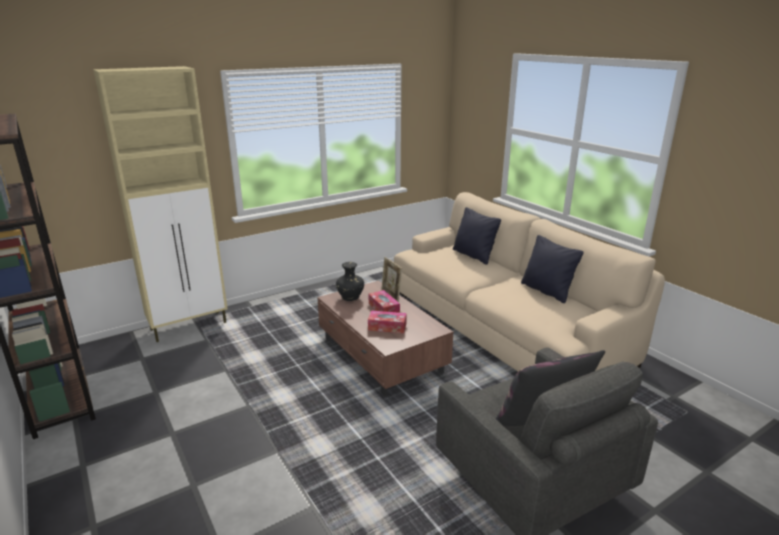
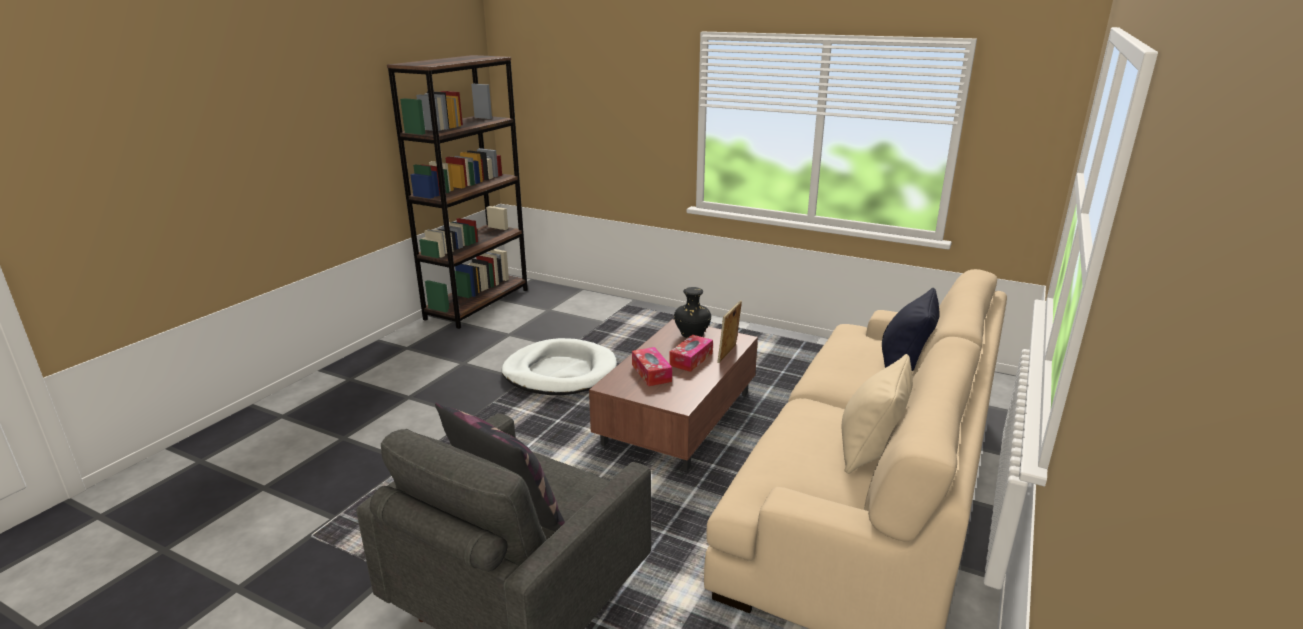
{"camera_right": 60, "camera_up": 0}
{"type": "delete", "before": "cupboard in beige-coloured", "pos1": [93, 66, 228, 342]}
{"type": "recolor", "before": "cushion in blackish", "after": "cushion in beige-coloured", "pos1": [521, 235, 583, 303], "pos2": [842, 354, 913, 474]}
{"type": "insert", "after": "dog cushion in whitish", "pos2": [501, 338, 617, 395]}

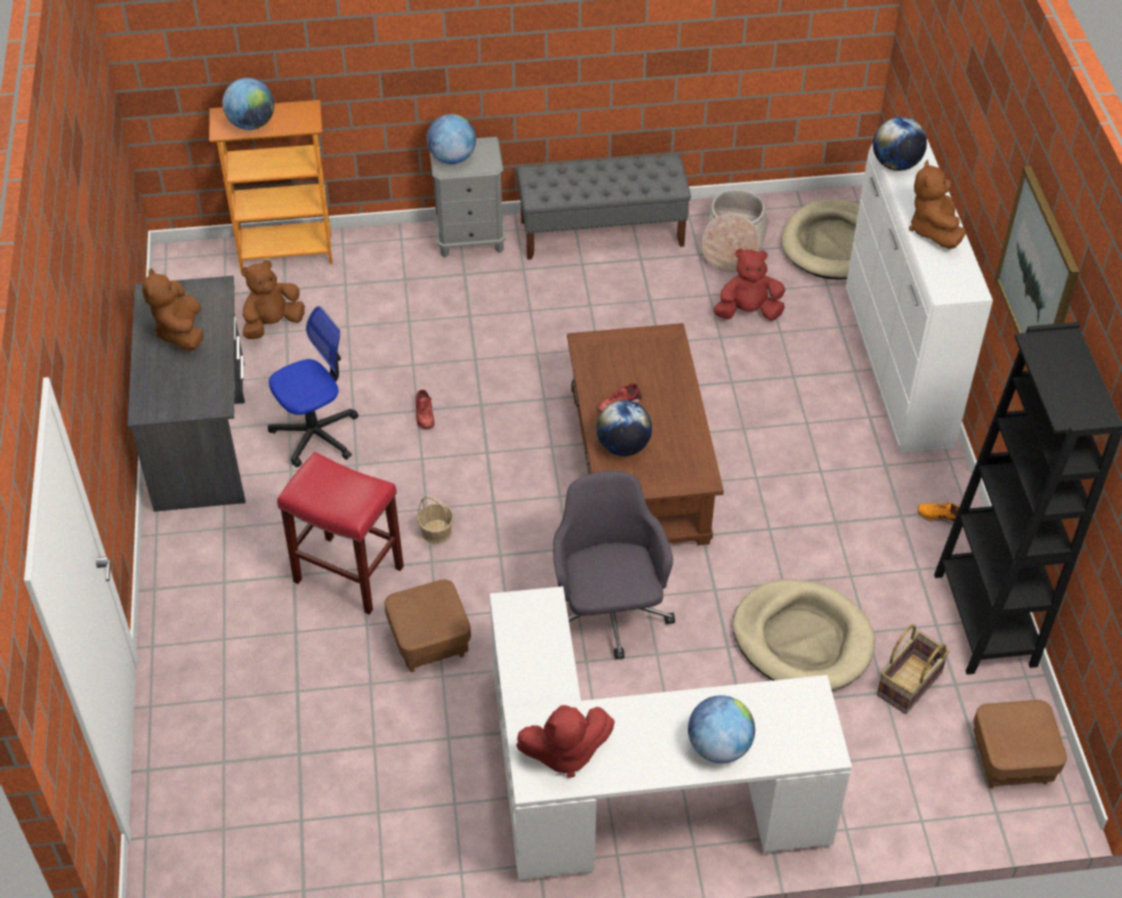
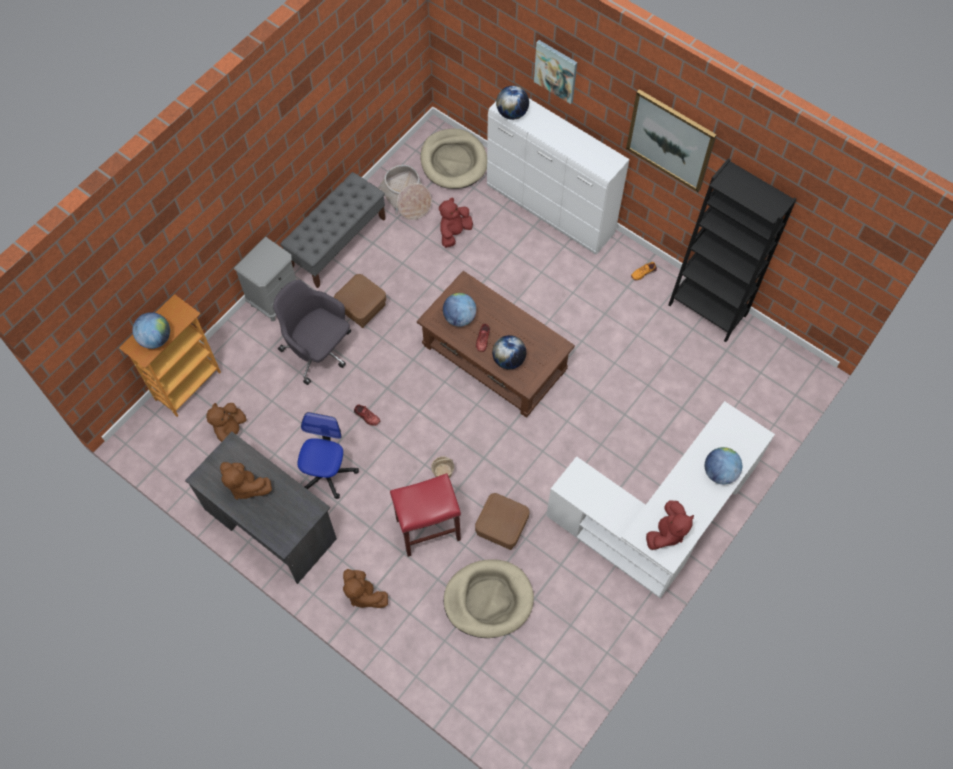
{"camera_right": -45, "camera_up": 15}
{"type": "move", "before": "world globe", "pos1": [427, 114, 476, 164], "pos2": [443, 293, 476, 327]}
{"type": "move", "before": "computer chair in gray", "pos1": [553, 471, 675, 659], "pos2": [273, 280, 351, 385]}
{"type": "move", "before": "dog cushion in beige-coloured", "pos1": [732, 579, 875, 691], "pos2": [444, 559, 534, 638]}
{"type": "delete", "before": "household basket", "pos1": [877, 624, 950, 714]}
{"type": "move", "before": "soft toy in brown-coloured", "pos1": [909, 160, 965, 249], "pos2": [343, 569, 388, 608]}
{"type": "move", "before": "ottoman in brown-coloured", "pos1": [974, 700, 1067, 789], "pos2": [334, 274, 386, 328]}
{"type": "insert", "after": "wall art", "pos2": [534, 40, 577, 104]}

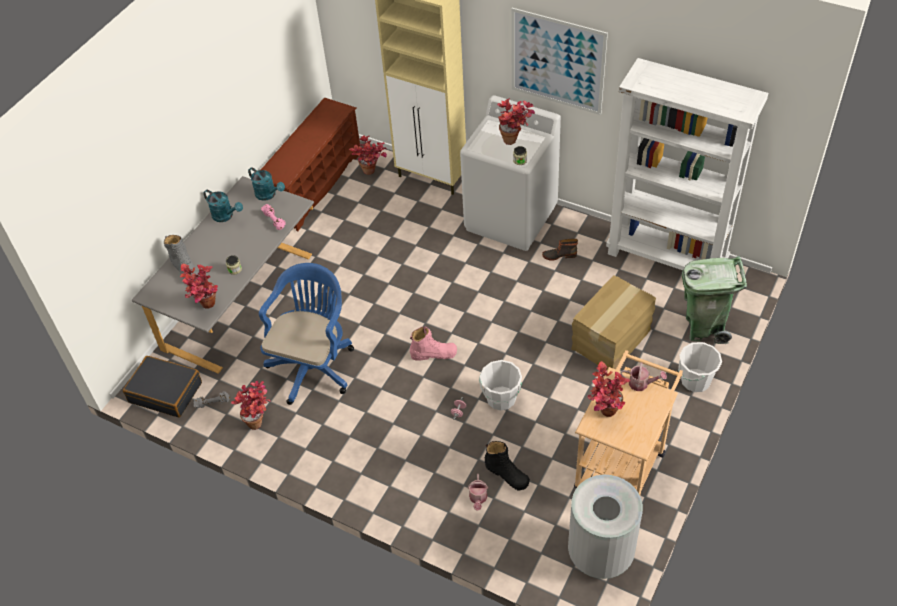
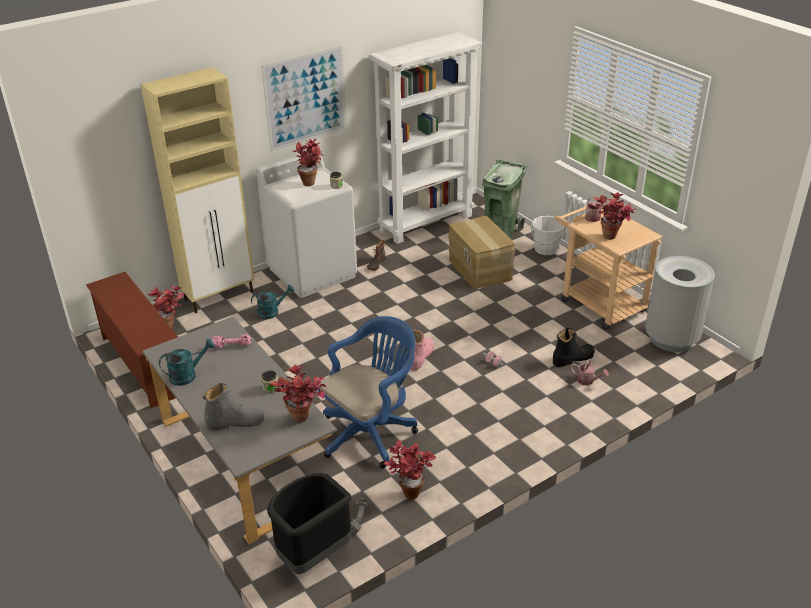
{"camera_right": -65, "camera_up": -15}
{"type": "replace", "before": "suitcase in blackish", "after": "trash can in blackish", "pos1": [123, 356, 202, 418], "pos2": [267, 473, 351, 574]}
{"type": "move", "before": "sprinkling can in blue-green", "pos1": [248, 167, 285, 201], "pos2": [251, 284, 294, 319]}
{"type": "rotate", "before": "computer chair in blue", "pos1": [259, 263, 354, 405], "pos2": [318, 316, 418, 468], "turn": 90}
{"type": "delete", "before": "bucket in whitish", "pos1": [479, 360, 522, 410]}

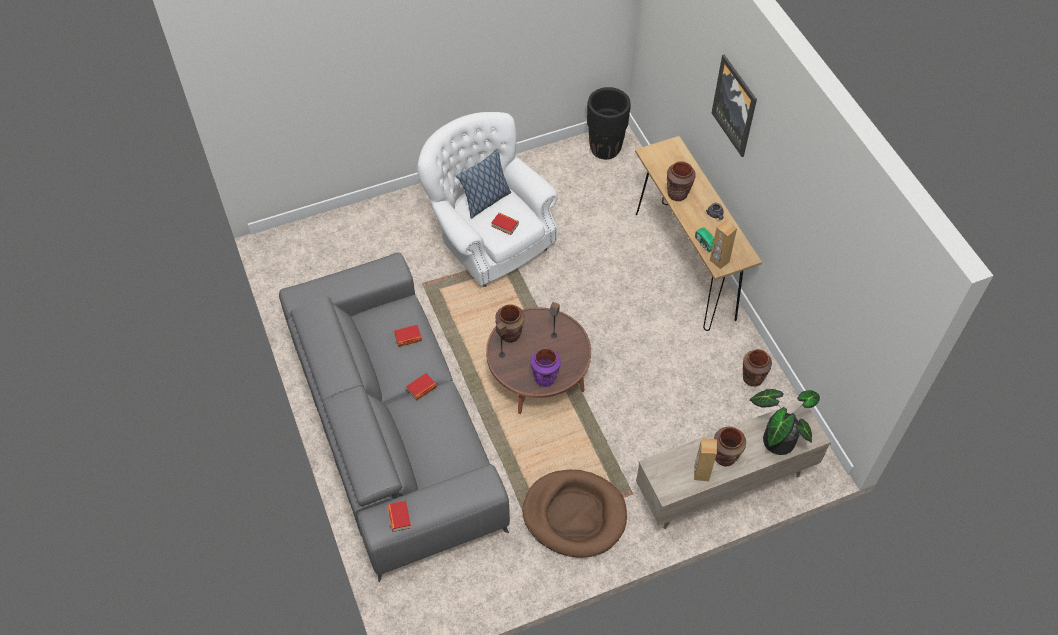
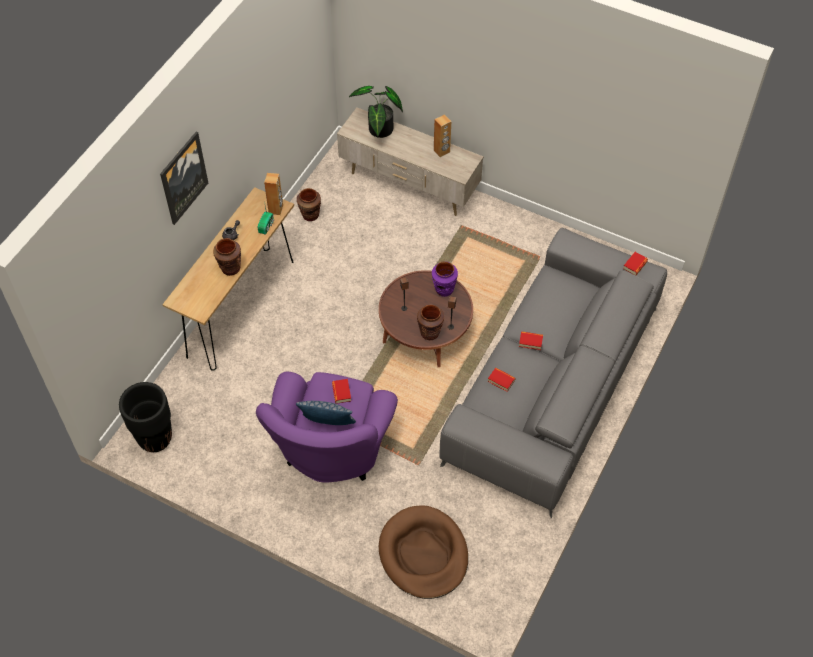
{"camera_right": -130, "camera_up": 0}
{"type": "recolor", "before": "easy chair in whitish", "after": "easy chair in purple-coloured", "pos1": [417, 112, 558, 287], "pos2": [256, 372, 398, 483]}
{"type": "move", "before": "dog cushion in brown-coloured", "pos1": [523, 470, 627, 558], "pos2": [379, 505, 468, 599]}
{"type": "delete", "before": "flower vase in brown-coloured", "pos1": [714, 427, 746, 466]}

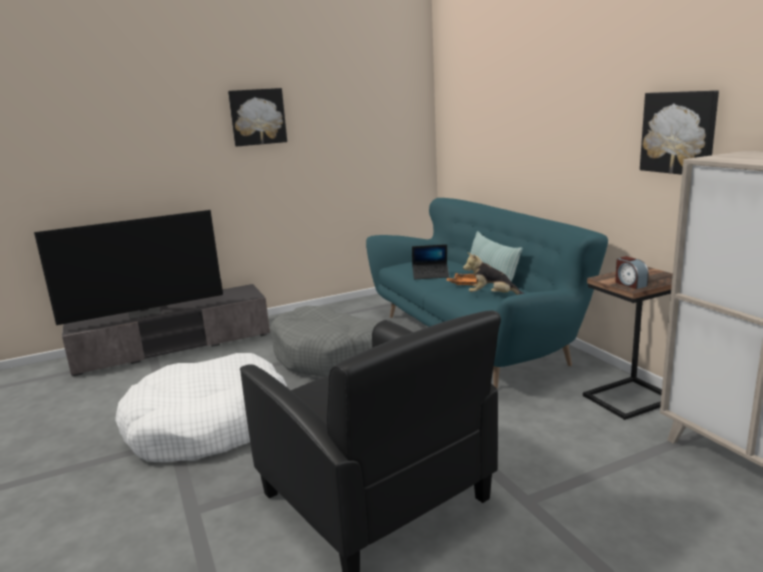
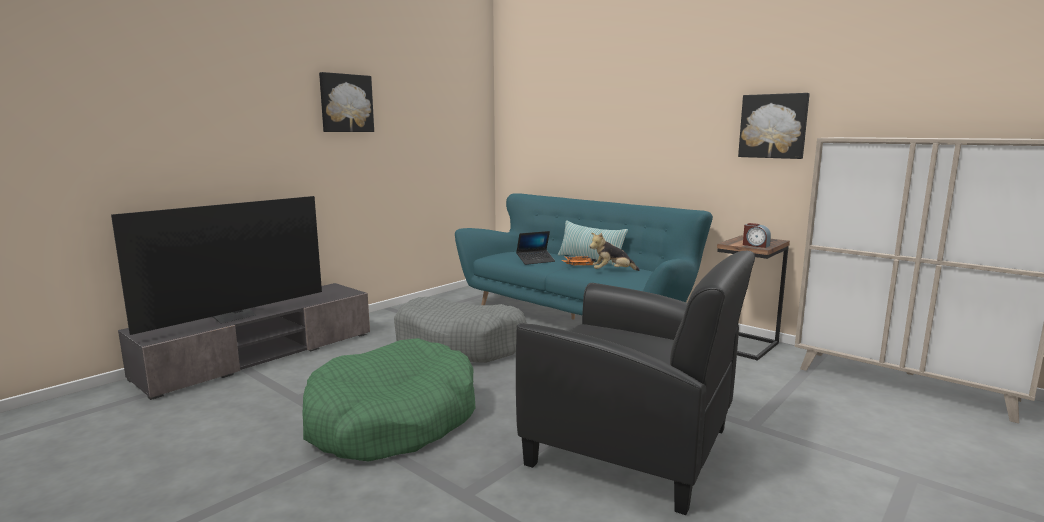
{"camera_right": -25, "camera_up": -5}
{"type": "recolor", "before": "dog cushion in whitish", "after": "dog cushion in greenish", "pos1": [115, 353, 287, 462], "pos2": [302, 338, 475, 462]}

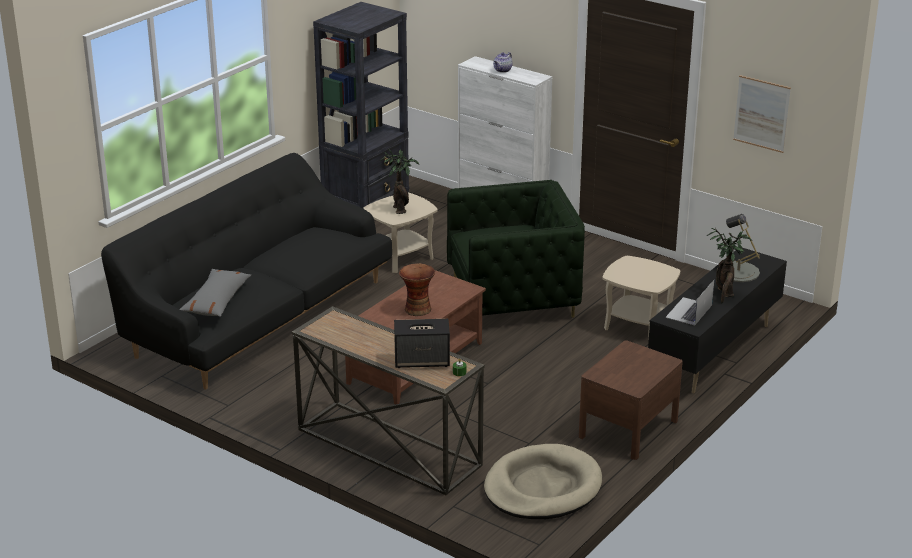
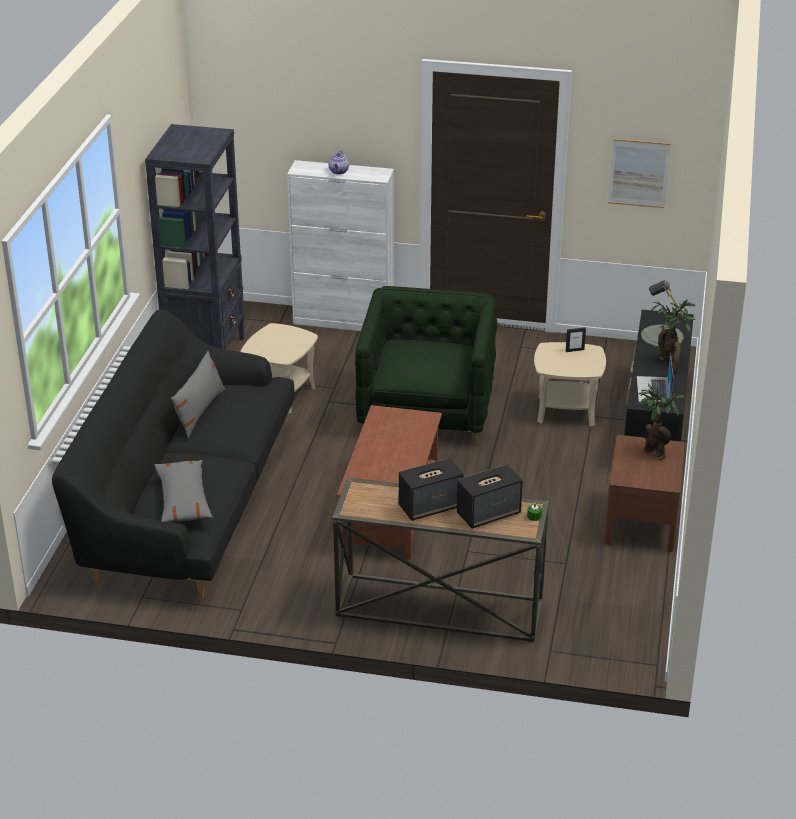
{"camera_right": -25, "camera_up": 5}
{"type": "move", "before": "potted plant", "pos1": [380, 149, 420, 214], "pos2": [638, 384, 686, 460]}
{"type": "delete", "before": "flower vase", "pos1": [399, 263, 435, 316]}
{"type": "rotate", "before": "easy chair in greenish", "pos1": [447, 180, 585, 318], "pos2": [355, 286, 497, 445], "turn": -45}
{"type": "delete", "before": "dog cushion in beige-coloured", "pos1": [484, 444, 602, 519]}
{"type": "insert", "after": "cushion in gray", "pos2": [171, 351, 225, 438]}
{"type": "insert", "after": "loudspeaker", "pos2": [399, 458, 463, 521]}
{"type": "insert", "after": "picture frame", "pos2": [566, 327, 586, 352]}

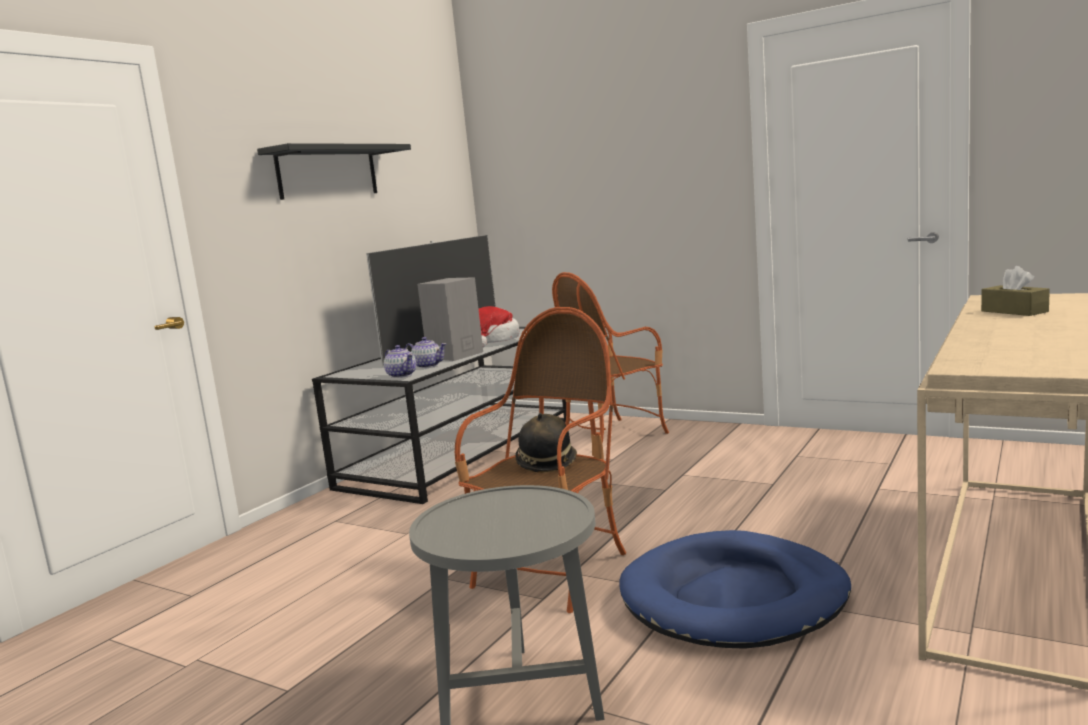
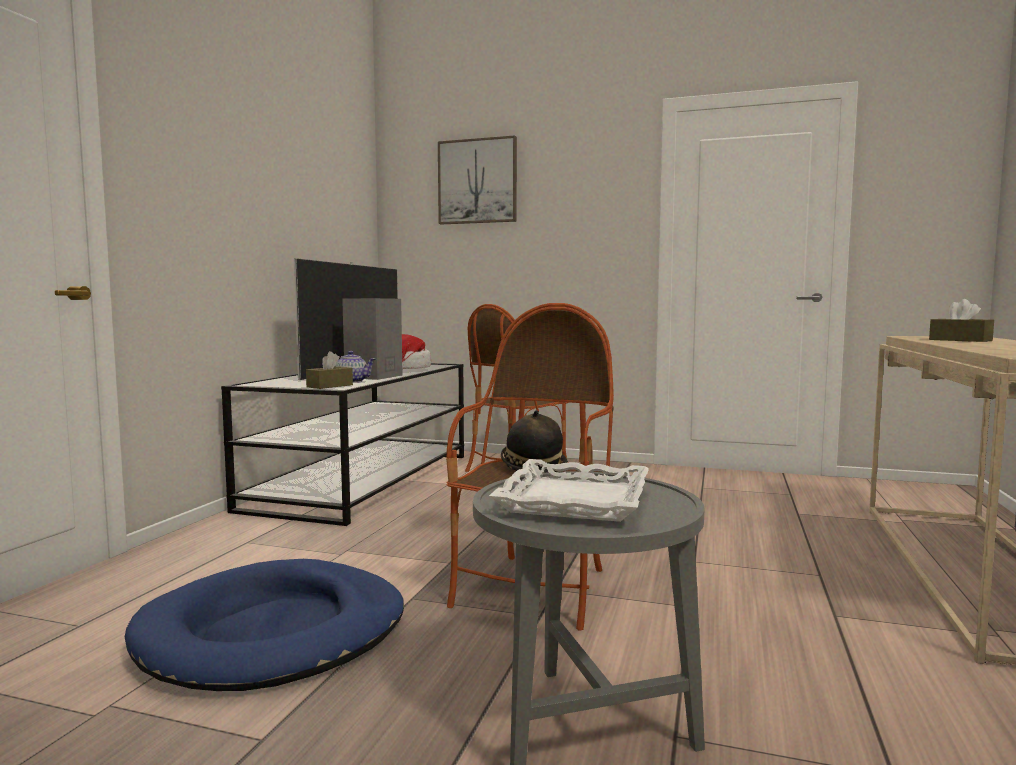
{"camera_right": -15, "camera_up": -5}
{"type": "delete", "before": "bracket shelf in blackish", "pos1": [257, 143, 411, 200]}
{"type": "replace", "before": "pot for tea", "after": "tissue box in brown-coloured", "pos1": [384, 345, 416, 378], "pos2": [306, 351, 353, 389]}
{"type": "move", "before": "dog cushion in blue", "pos1": [620, 530, 851, 649], "pos2": [125, 559, 404, 691]}
{"type": "insert", "after": "wall art", "pos2": [438, 135, 517, 225]}
{"type": "insert", "after": "tray in whitish", "pos2": [489, 459, 649, 522]}

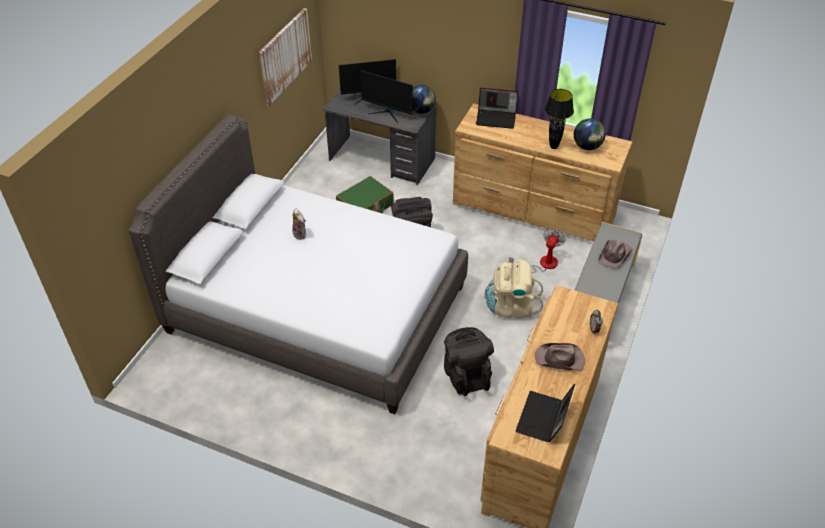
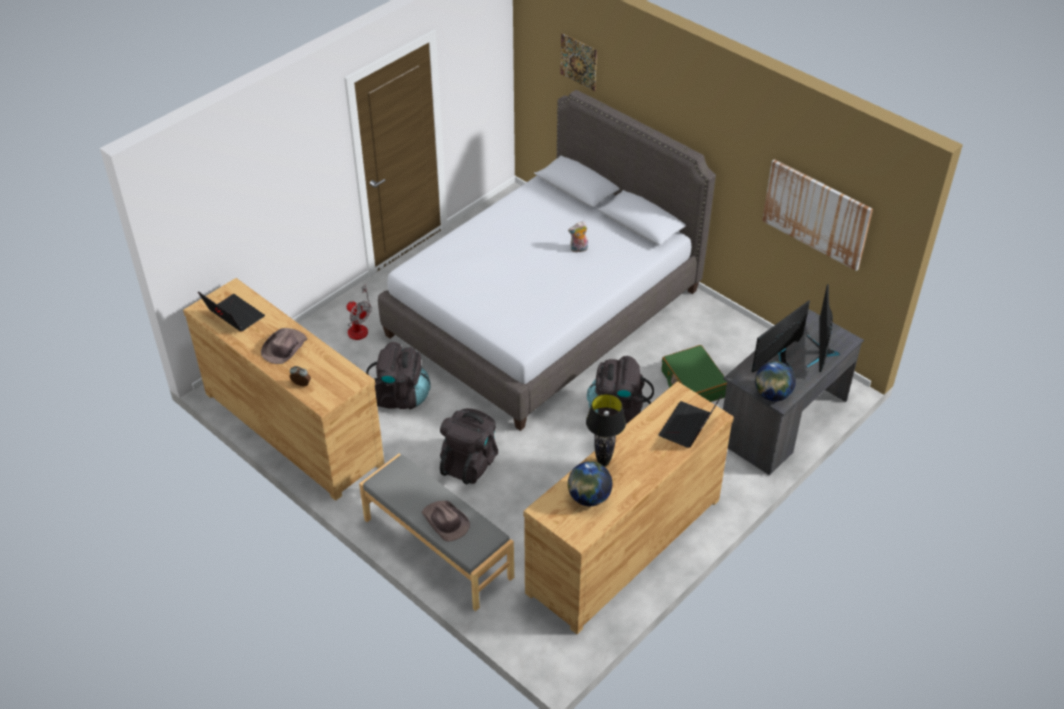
{"camera_right": 110, "camera_up": 0}
{"type": "recolor", "before": "rucksack in beige-coloured", "after": "rucksack in blackish", "pos1": [485, 259, 543, 318], "pos2": [440, 408, 498, 484]}
{"type": "move", "before": "cooling fan", "pos1": [509, 228, 565, 273], "pos2": [346, 285, 372, 340]}
{"type": "insert", "after": "wall art", "pos2": [560, 33, 597, 91]}

